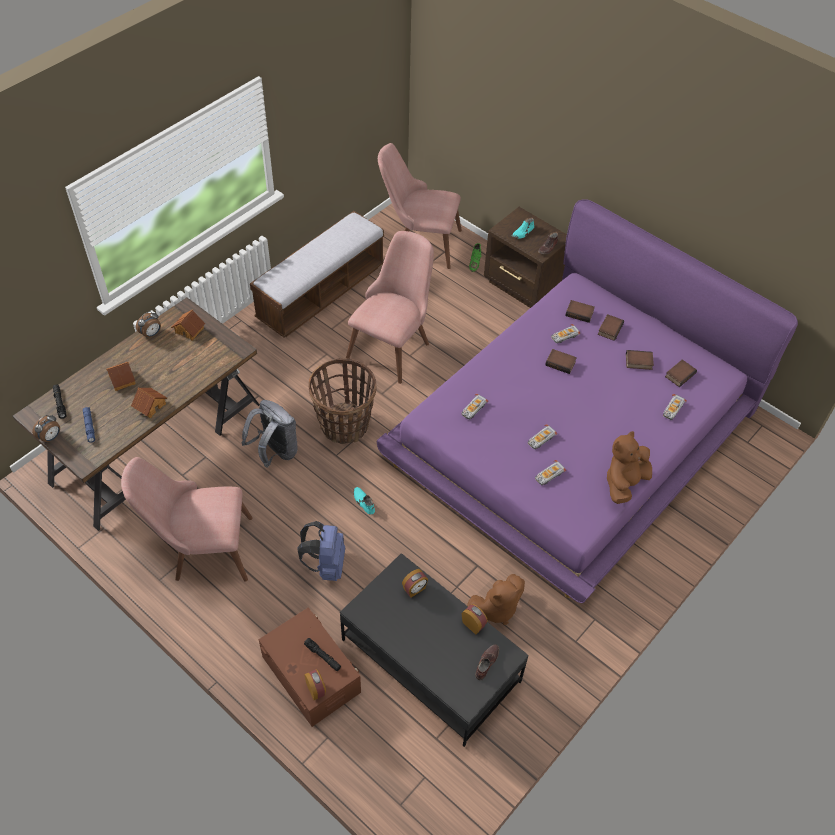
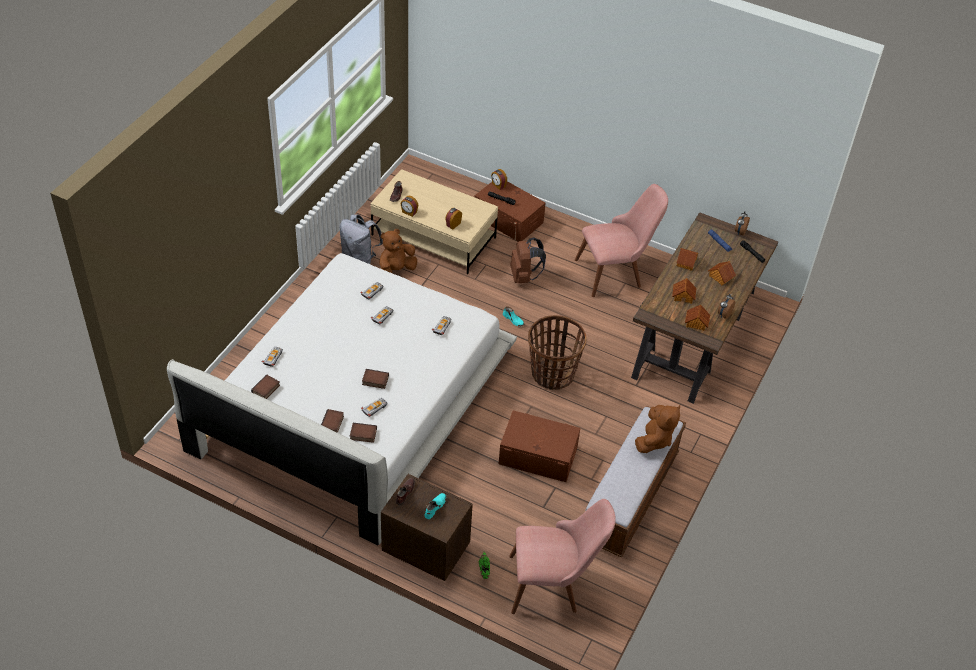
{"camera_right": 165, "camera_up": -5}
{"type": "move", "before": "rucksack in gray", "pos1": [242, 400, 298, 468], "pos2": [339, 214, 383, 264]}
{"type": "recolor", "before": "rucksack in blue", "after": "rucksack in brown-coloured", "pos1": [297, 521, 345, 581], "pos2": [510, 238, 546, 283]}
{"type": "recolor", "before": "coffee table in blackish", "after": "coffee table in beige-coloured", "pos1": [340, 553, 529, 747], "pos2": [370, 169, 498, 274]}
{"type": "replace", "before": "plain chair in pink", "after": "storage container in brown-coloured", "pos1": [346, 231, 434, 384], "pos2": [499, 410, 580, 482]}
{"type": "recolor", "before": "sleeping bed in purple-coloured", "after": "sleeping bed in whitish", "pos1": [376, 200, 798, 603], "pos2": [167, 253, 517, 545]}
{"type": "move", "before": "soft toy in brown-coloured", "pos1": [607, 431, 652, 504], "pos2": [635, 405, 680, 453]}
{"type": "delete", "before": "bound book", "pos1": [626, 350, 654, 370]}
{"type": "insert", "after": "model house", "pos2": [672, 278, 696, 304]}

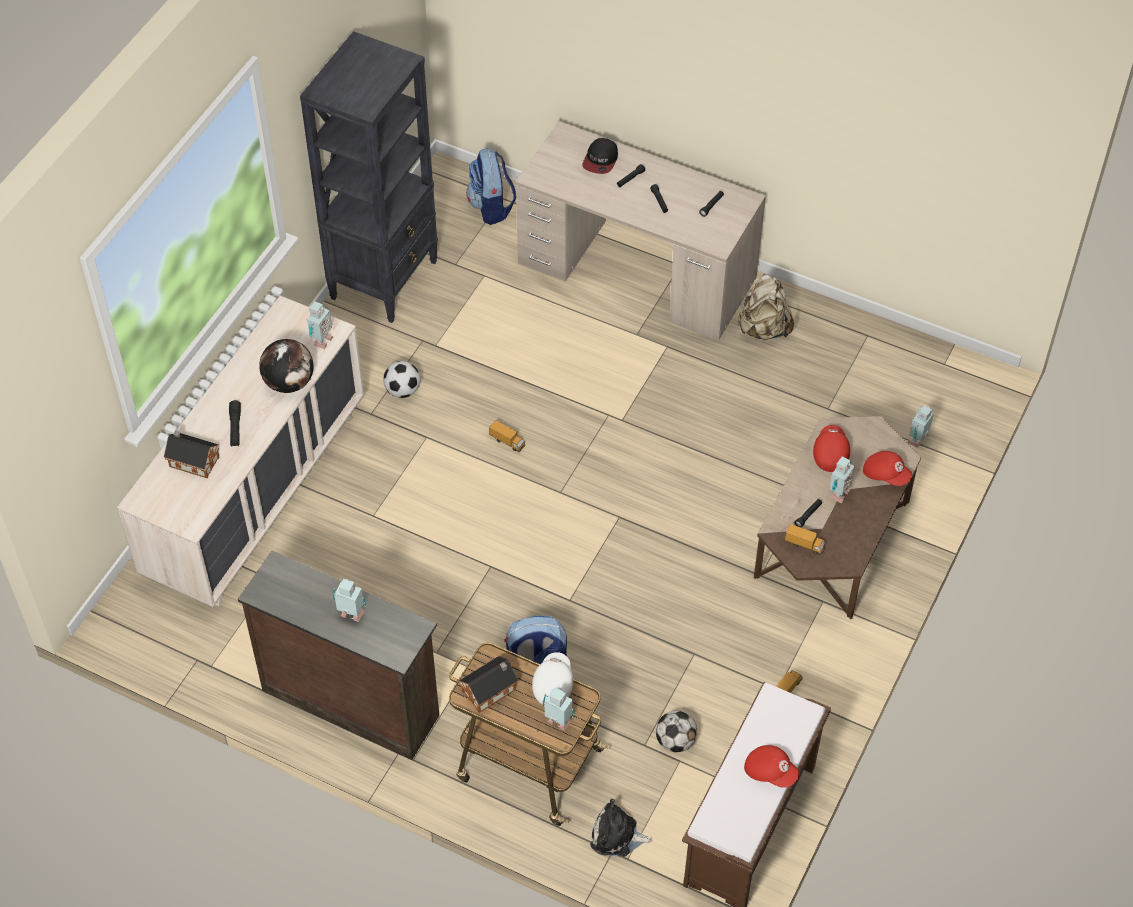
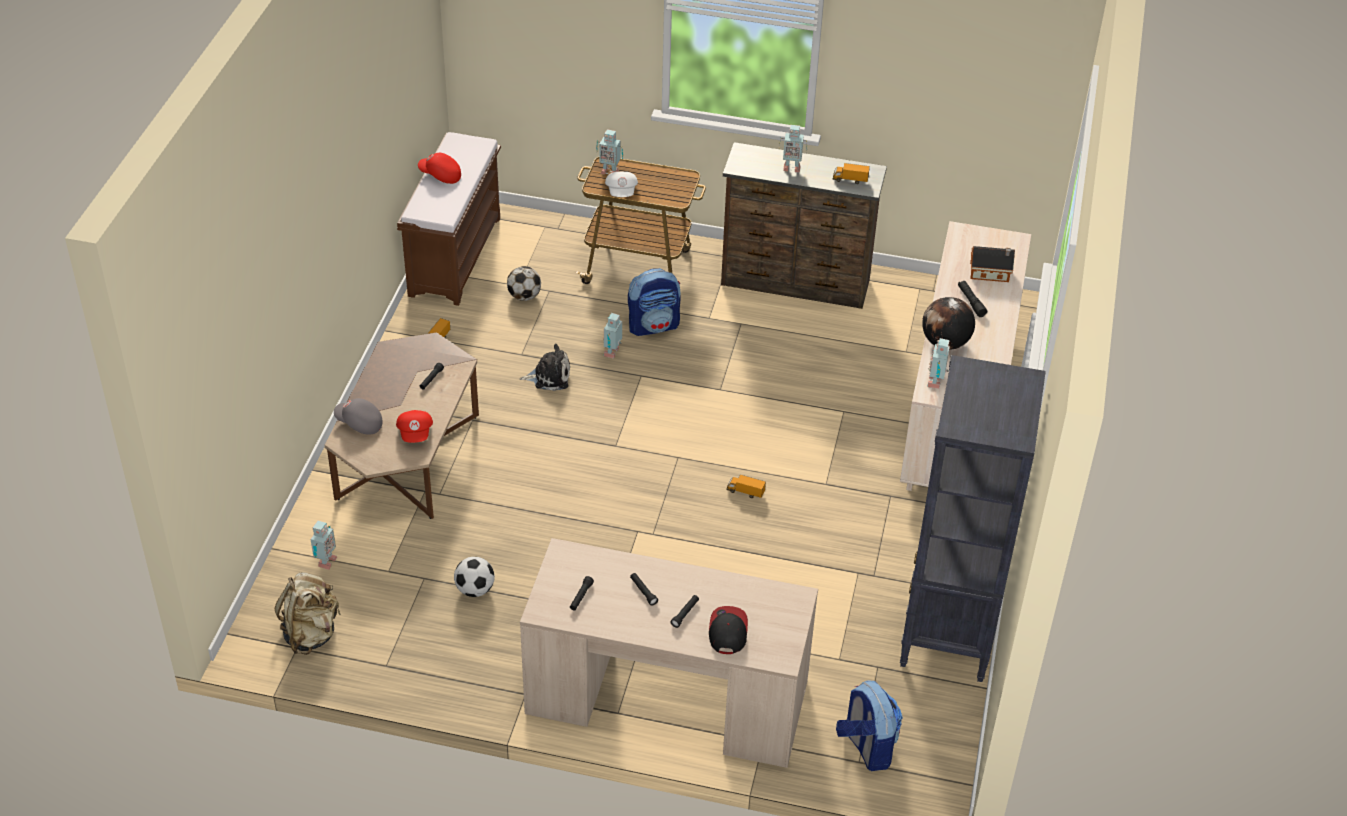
{"camera_right": 165, "camera_up": -10}
{"type": "move", "before": "football", "pos1": [383, 361, 420, 398], "pos2": [454, 557, 495, 597]}
{"type": "delete", "before": "model house", "pos1": [459, 656, 519, 713]}
{"type": "move", "before": "soft toy", "pos1": [591, 799, 653, 857], "pos2": [520, 344, 570, 391]}
{"type": "move", "before": "rucksack in beige-coloured", "pos1": [738, 274, 794, 340], "pos2": [275, 572, 341, 655]}
{"type": "move", "before": "model truck", "pos1": [785, 524, 826, 555], "pos2": [833, 163, 870, 184]}
{"type": "move", "before": "toy robot", "pos1": [829, 457, 855, 503], "pos2": [603, 313, 622, 359]}
{"type": "recolor", "before": "baseball cap in red-coloured", "after": "baseball cap in gray", "pos1": [863, 451, 912, 486], "pos2": [334, 398, 382, 435]}

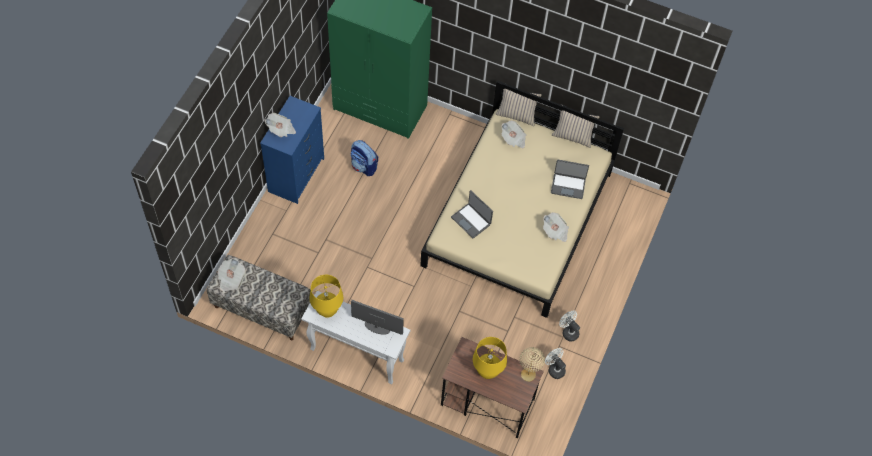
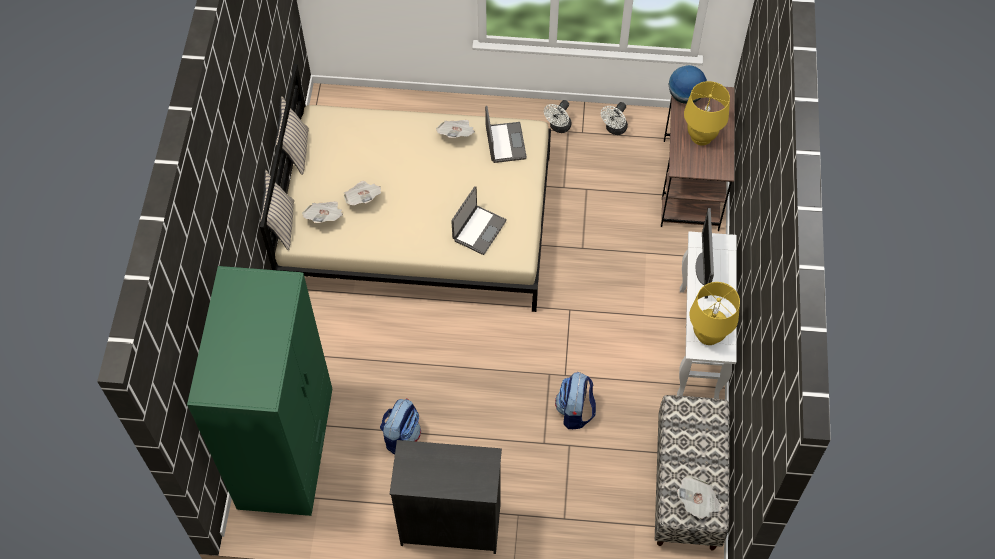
{"camera_right": -105, "camera_up": 0}
{"type": "recolor", "before": "dresser in blue", "after": "dresser in blackish", "pos1": [260, 96, 324, 204], "pos2": [390, 440, 502, 554]}
{"type": "move", "before": "printed paper", "pos1": [265, 113, 296, 137], "pos2": [344, 181, 381, 205]}
{"type": "replace", "before": "lamp for a table in beige-coloured", "after": "world globe", "pos1": [519, 347, 545, 382], "pos2": [668, 65, 707, 104]}
{"type": "move", "before": "portable computer", "pos1": [551, 160, 589, 199], "pos2": [485, 106, 527, 163]}
{"type": "insert", "after": "rucksack", "pos2": [555, 372, 596, 429]}

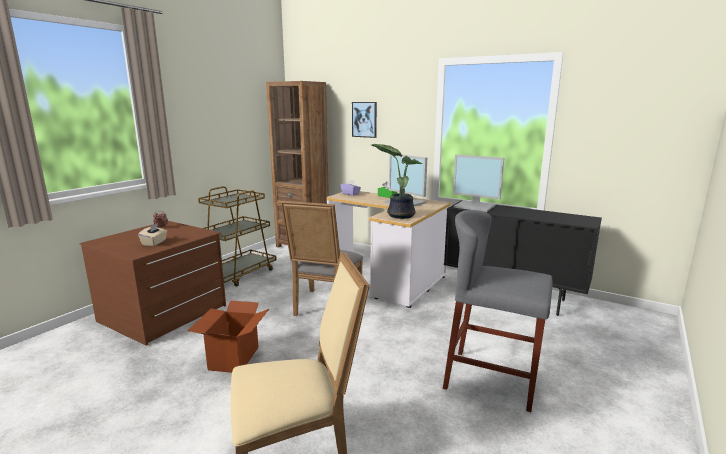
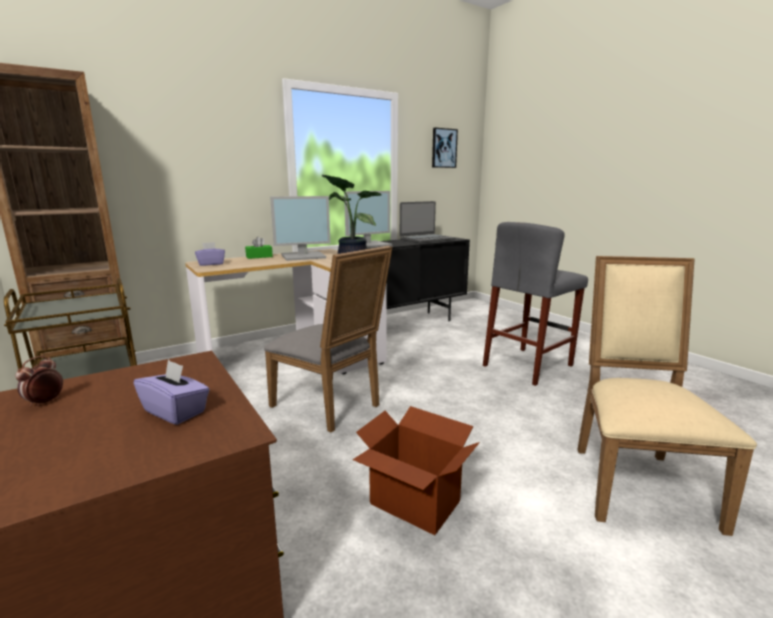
{"camera_right": -65, "camera_up": 0}
{"type": "recolor", "before": "tissue box in beige-coloured", "after": "tissue box in purple-coloured", "pos1": [138, 223, 167, 246], "pos2": [134, 360, 210, 425]}
{"type": "move", "before": "wall art", "pos1": [352, 102, 377, 138], "pos2": [432, 128, 458, 168]}
{"type": "insert", "after": "portable computer", "pos2": [400, 201, 455, 243]}

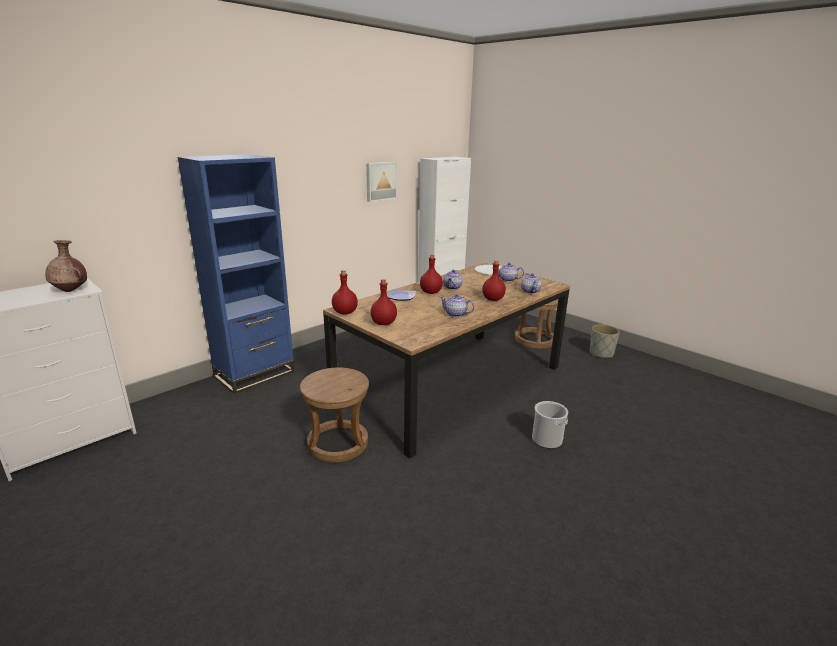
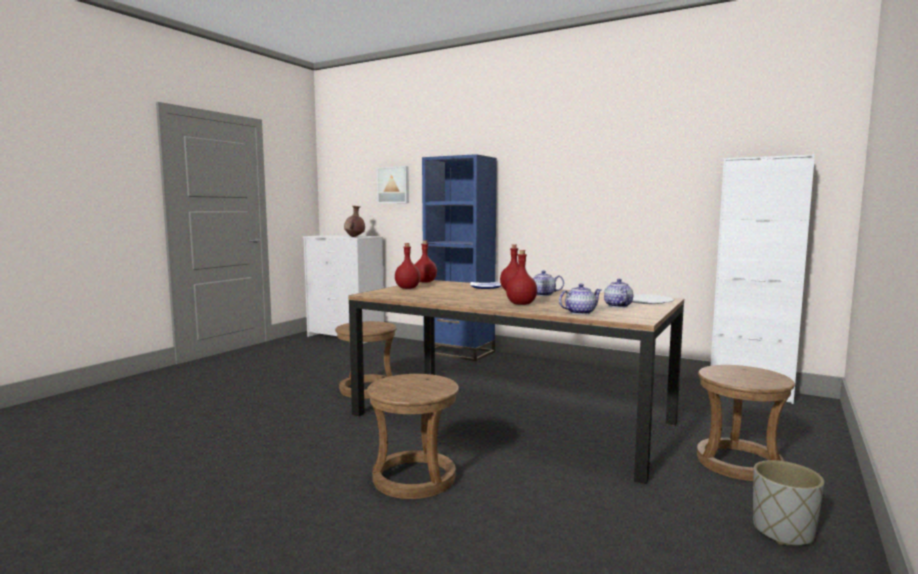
{"camera_right": 75, "camera_up": -15}
{"type": "move", "before": "wall art", "pos1": [366, 162, 397, 202], "pos2": [377, 166, 409, 203]}
{"type": "delete", "before": "pot for tea", "pos1": [439, 294, 475, 317]}
{"type": "replace", "before": "bucket", "after": "stool seat in brown-coloured", "pos1": [532, 401, 568, 449], "pos2": [367, 374, 459, 499]}

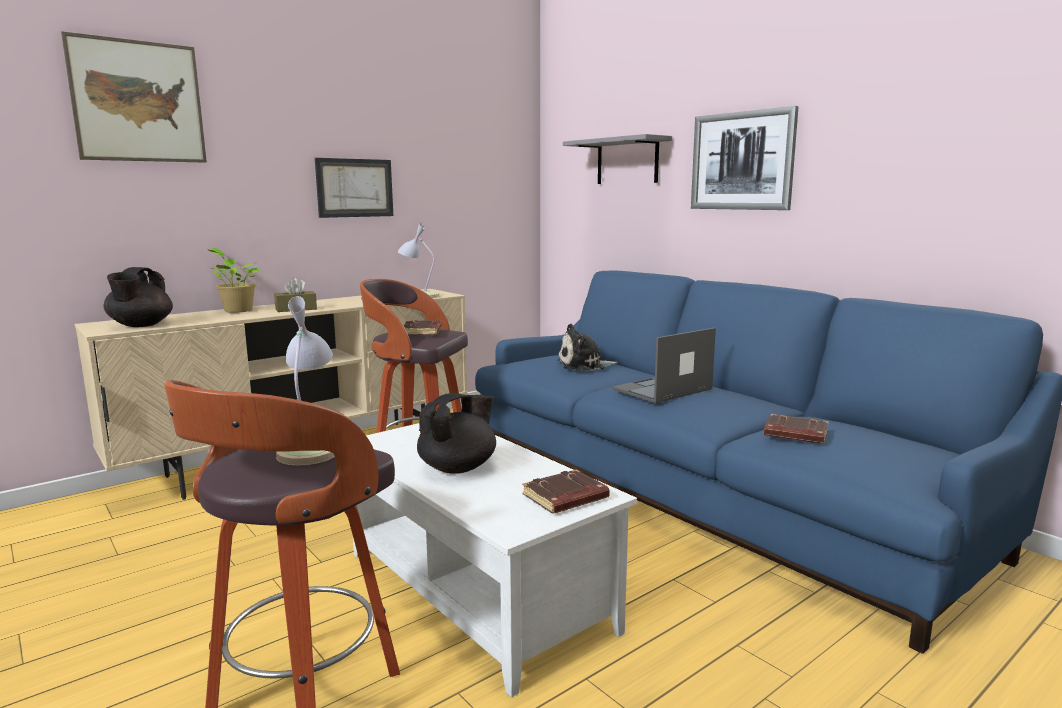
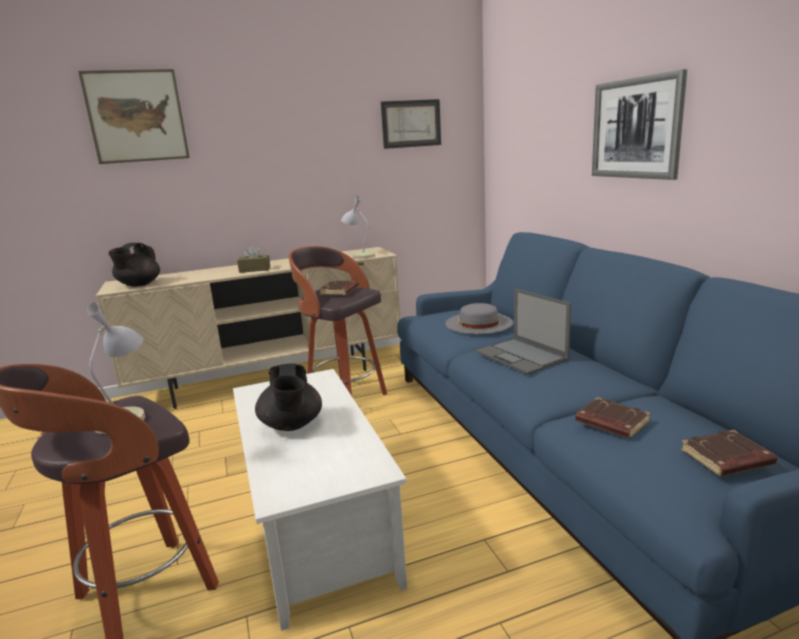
{"camera_right": 20, "camera_up": 5}
{"type": "delete", "before": "potted plant", "pos1": [207, 248, 260, 313]}
{"type": "move", "before": "wall art", "pos1": [315, 158, 393, 218], "pos2": [381, 99, 441, 149]}
{"type": "rotate", "before": "pot for tea in blackish", "pos1": [417, 393, 496, 474], "pos2": [255, 363, 322, 431], "turn": 105}
{"type": "move", "before": "bound book in brown-coloured", "pos1": [522, 469, 610, 514], "pos2": [681, 430, 777, 477]}
{"type": "replace", "before": "soft toy", "after": "wearable hat in gray", "pos1": [557, 324, 618, 371], "pos2": [445, 303, 513, 334]}
{"type": "delete", "before": "bracket shelf in gray", "pos1": [563, 134, 672, 184]}
{"type": "rotate", "before": "portable computer", "pos1": [612, 328, 716, 403], "pos2": [476, 289, 571, 375], "turn": -105}

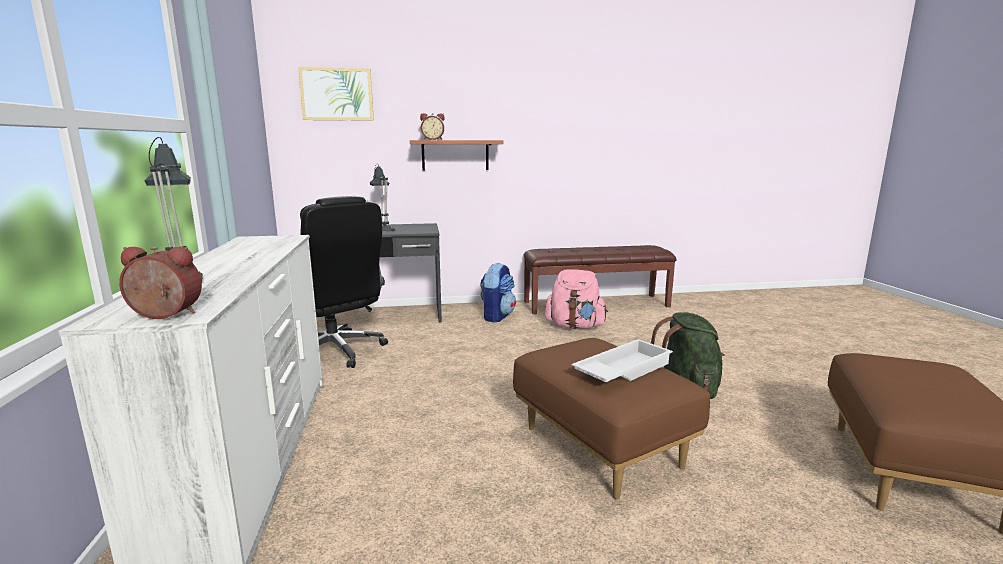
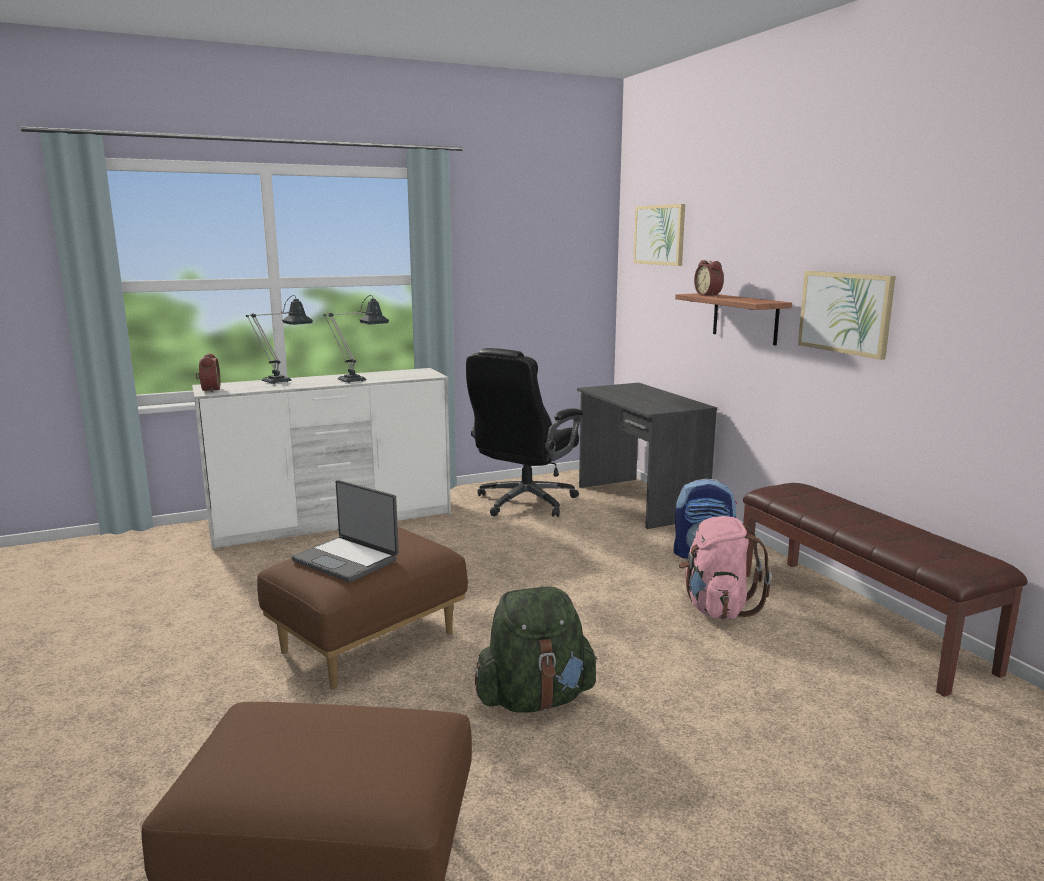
{"camera_right": 75, "camera_up": 0}
{"type": "move", "before": "lamp for a table", "pos1": [370, 164, 395, 231], "pos2": [323, 295, 389, 383]}
{"type": "replace", "before": "tray in whitish", "after": "portable computer", "pos1": [571, 339, 673, 382], "pos2": [291, 480, 399, 582]}
{"type": "insert", "after": "wall art", "pos2": [798, 271, 896, 360]}

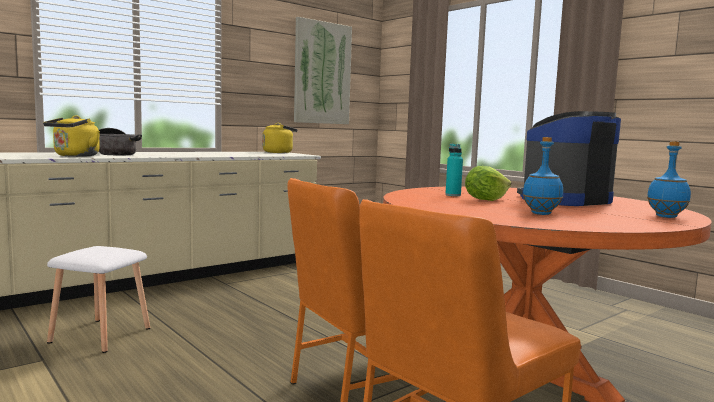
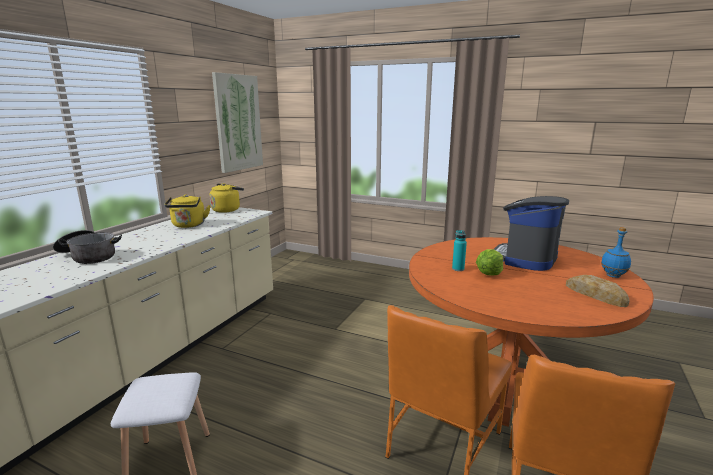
{"camera_right": -25, "camera_up": 10}
{"type": "move", "before": "kettle in yellow-coloured", "pos1": [43, 115, 100, 157], "pos2": [164, 194, 210, 228]}
{"type": "delete", "before": "beverage bottle in blue", "pos1": [522, 137, 563, 215]}
{"type": "insert", "after": "bread", "pos2": [566, 275, 630, 307]}

